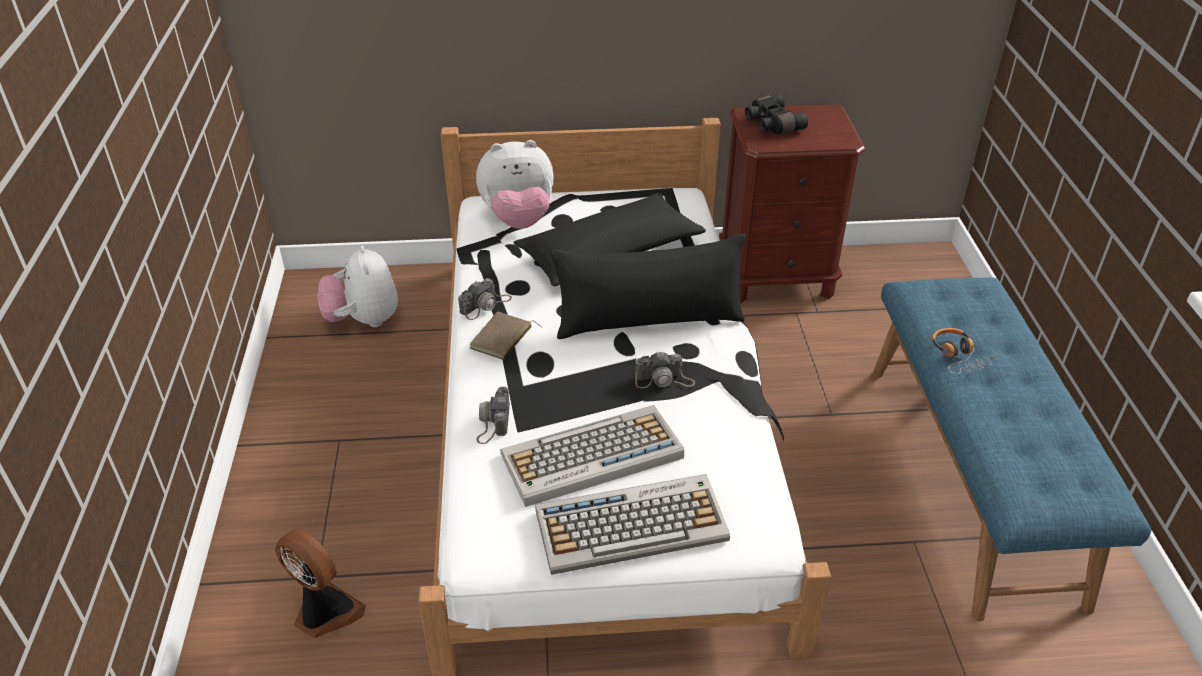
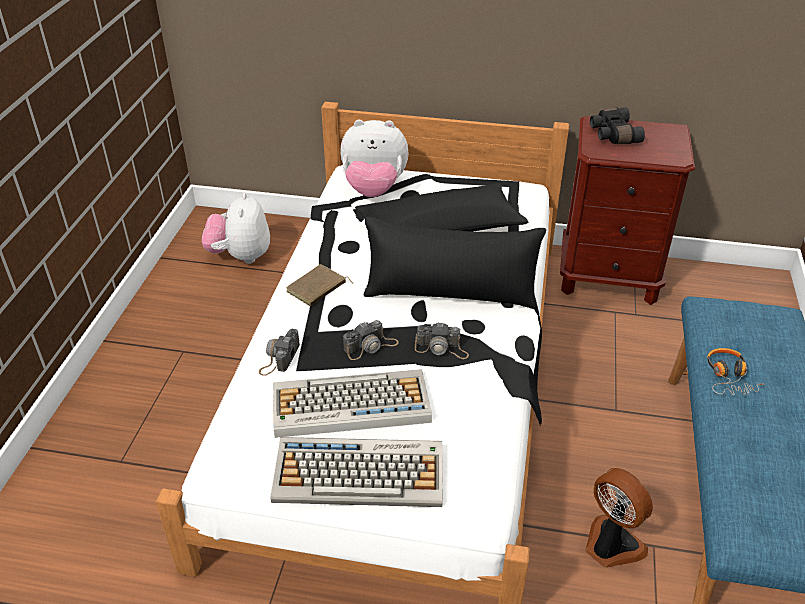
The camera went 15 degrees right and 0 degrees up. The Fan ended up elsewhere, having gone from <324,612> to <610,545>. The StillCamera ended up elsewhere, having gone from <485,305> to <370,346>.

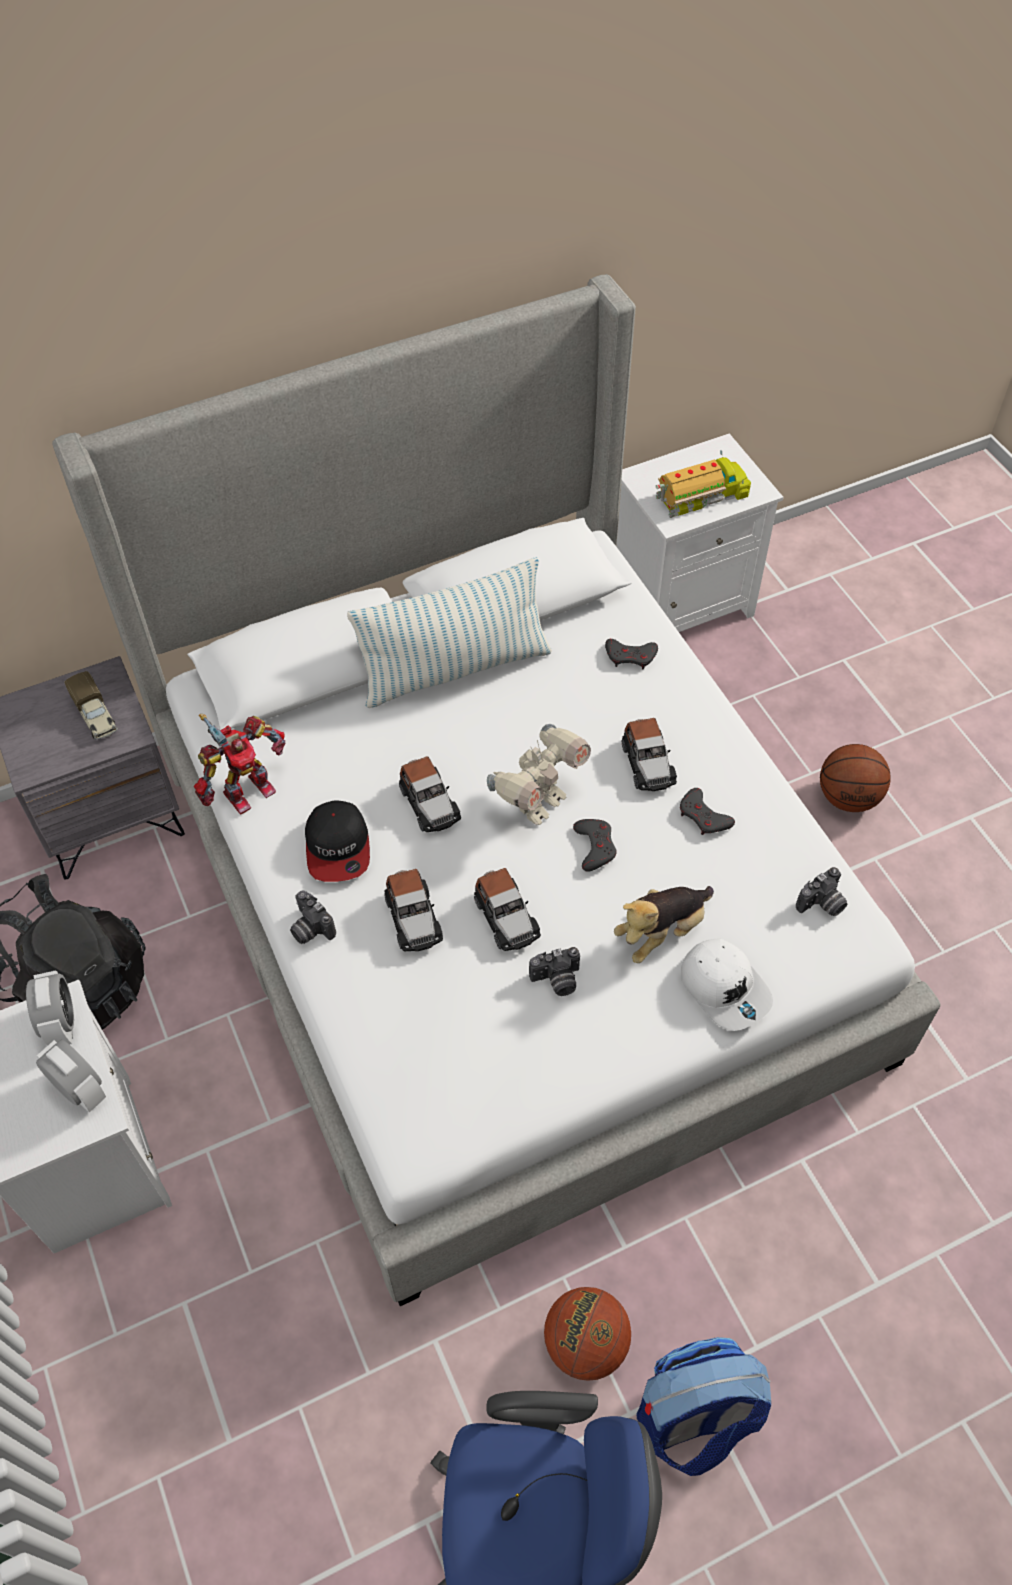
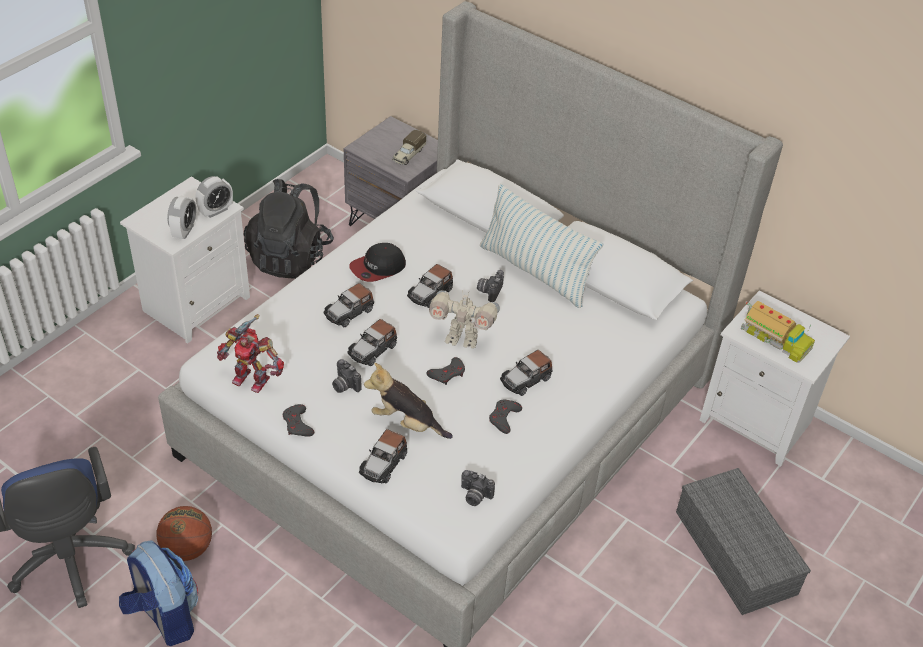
The camera went 60 degrees right and 10 degrees down. The second view lost the BallForBasketball at <848,797>. The second view gained the GreyishStorageBox at <733,551>. The RobotFigure ended up elsewhere, having gone from <247,790> to <252,378>. The StillCamera ended up elsewhere, having gone from <310,929> to <489,291>. The GreyishGamepad ended up elsewhere, having gone from <630,656> to <297,424>. Where the WhiteColouredBaseballCap stood at <725,987>, the ToyCar came to stand at <383,463>.

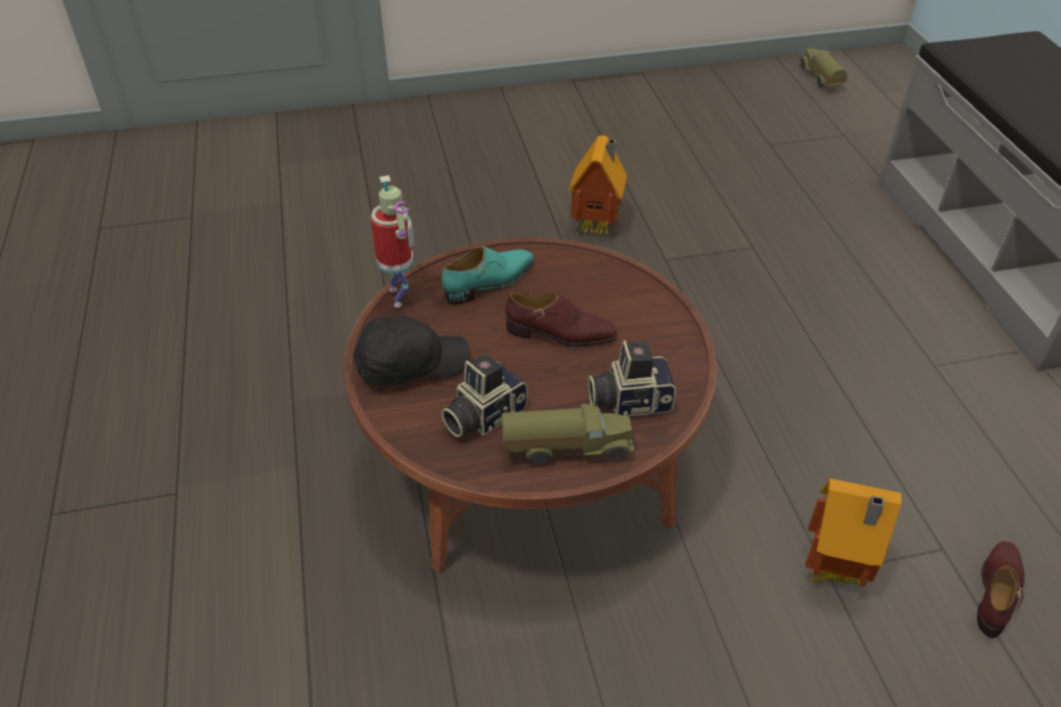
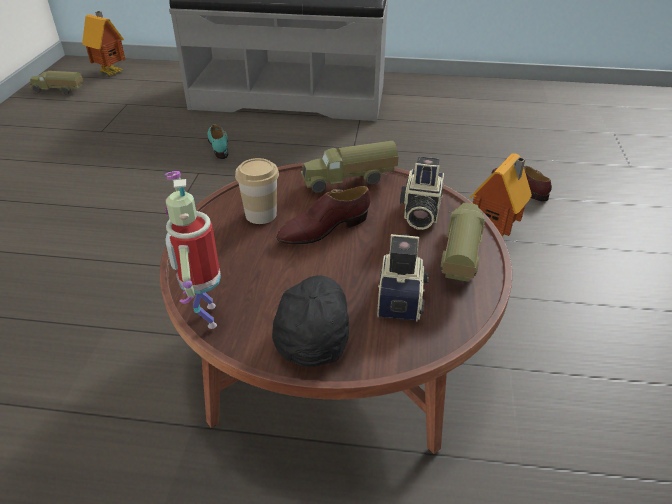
The camera went 70 degrees left and 5 degrees down. The second view gained the Cup at <261,214>. The second view gained the ModelTruck at <349,181>. The BlueGreenLowShoe ended up elsewhere, having gone from <490,282> to <219,145>. The ModelHouse ended up elsewhere, having gone from <598,227> to <112,72>. The RobotFigure at <400,297> ended up facing another way, 105 degrees counterclockwise from before. The StillCamera at <482,415> ended up facing another way, 150 degrees counterclockwise from before. The BrownLowShoe at <560,334> ended up facing another way, 150 degrees counterclockwise from before.

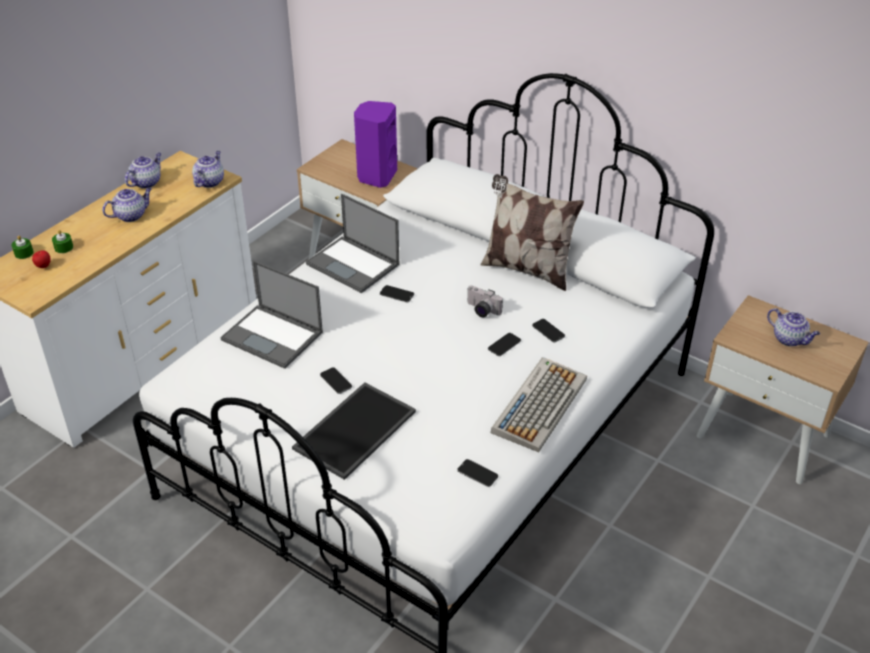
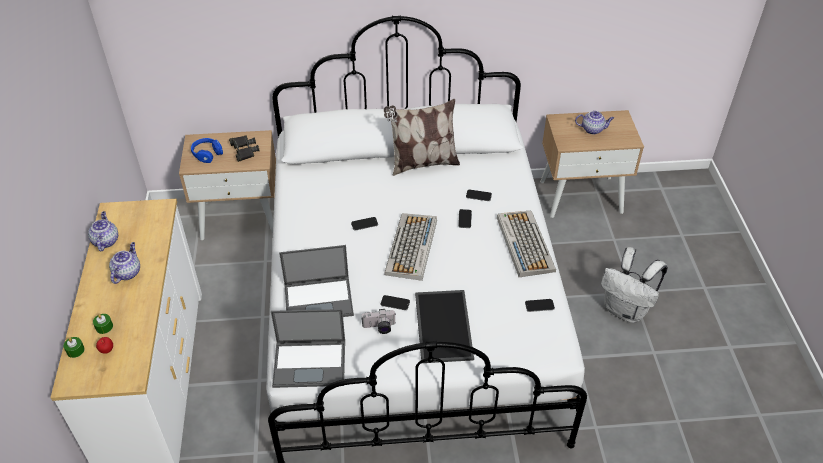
The camera went 40 degrees left and 5 degrees up. The second view lost the Teapot at <209,181>. The second view gained the BlueColouredHeadphones at <207,154>. The second view gained the Keyboard at <412,247>. The second view gained the WhiteColouredRucksack at <626,310>. The NotebookComputer ended up elsewhere, having gone from <354,264> to <310,363>. The StillCamera ended up elsewhere, having gone from <481,310> to <379,328>. Where the PurpleColouredLoudspeaker stood at <376,176>, the BlackishFieldGlasses came to stand at <244,150>.

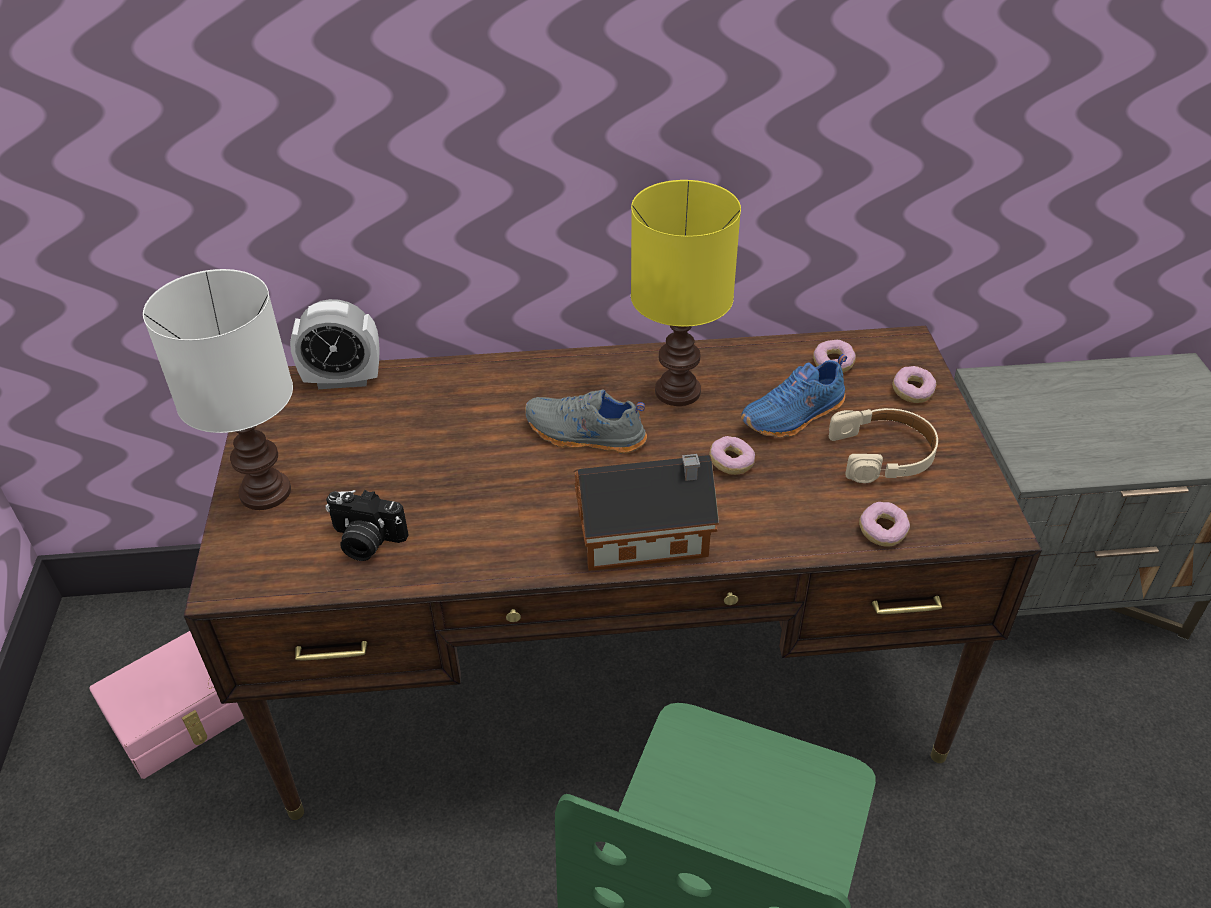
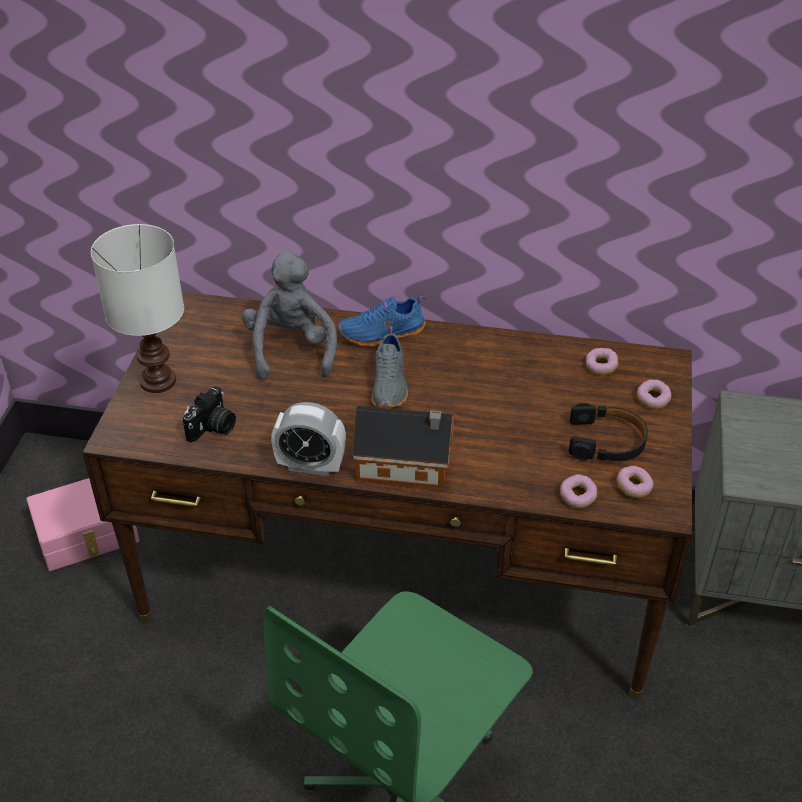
The camera went 15 degrees right and 0 degrees up. The second view lost the YellowTableLamp at <676,392>. The second view gained the GreyishPlushToy at <291,349>. The BedsideClock ended up elsewhere, having gone from <343,380> to <310,466>. The RingDoughnut ended up elsewhere, having gone from <731,463> to <633,487>. The BlueColouredLowShoe ended up elsewhere, having gone from <794,417> to <382,334>. What was the BeigeColouredHeadphones at <883,454> turned into the BlackishHeadphones at <606,442>. The StillCamera at <365,541> ended up facing another way, 90 degrees counterclockwise from before. The GreyishLowShoe at <584,436> ended up facing another way, 120 degrees counterclockwise from before.

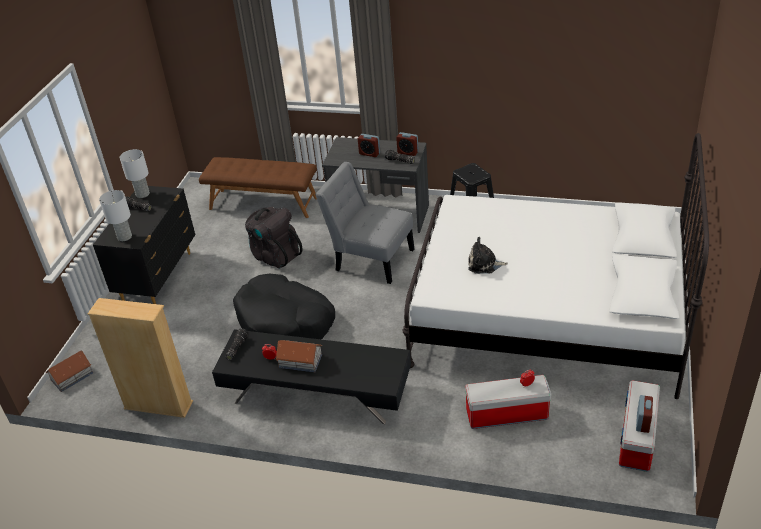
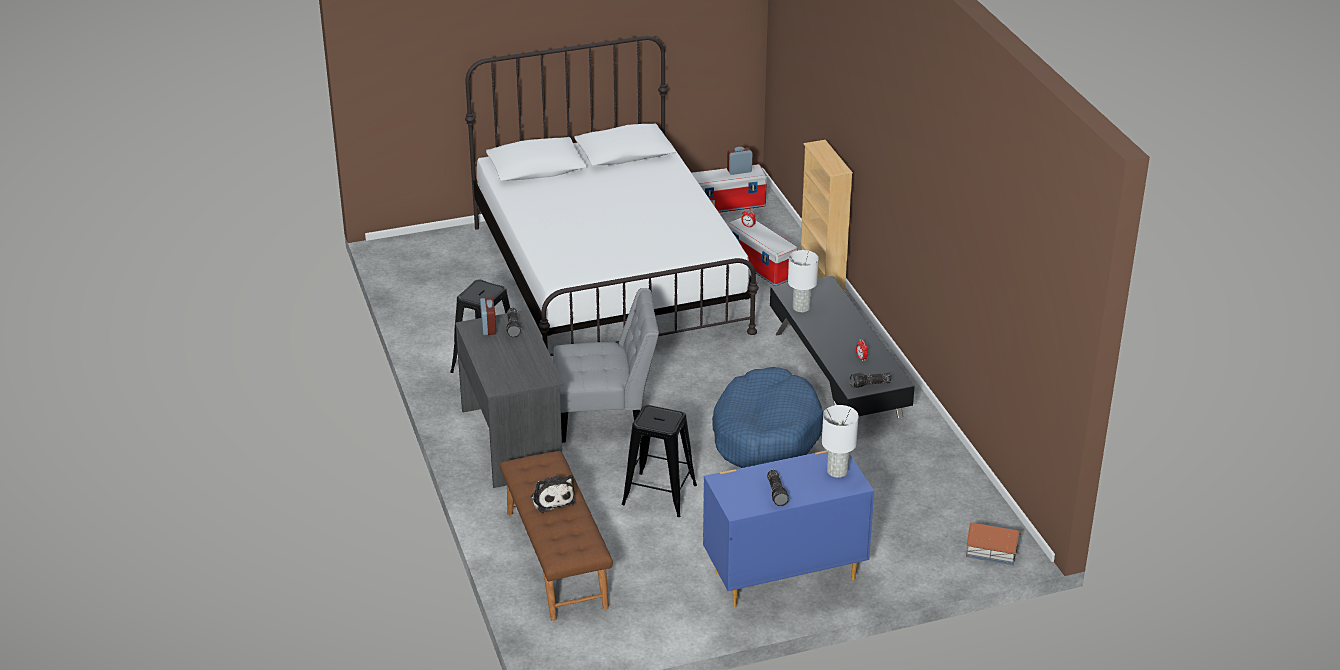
The camera went 125 degrees left and 5 degrees down. The second view lost the ModelHouse at <300,360>. The second view lost the BedsideClock at <369,153>. The BeigeColouredBookshelf ended up elsewhere, having gone from <158,405> to <821,277>. The WhiteColouredTableLamp ended up elsewhere, having gone from <142,194> to <801,308>. The PlushToy ended up elsewhere, having gone from <484,264> to <552,498>. Where the BlackishRucksack stood at <275,255>, the BlackishStool came to stand at <659,494>. What was the BlackishDrawerChest at <159,277> turned into the BlueColouredDrawerChest at <783,575>. What was the BlackishDogCushion at <285,322> turned into the BlueColouredDogCushion at <765,434>. The GreyishChair at <370,258> ended up facing another way, 90 degrees counterclockwise from before.

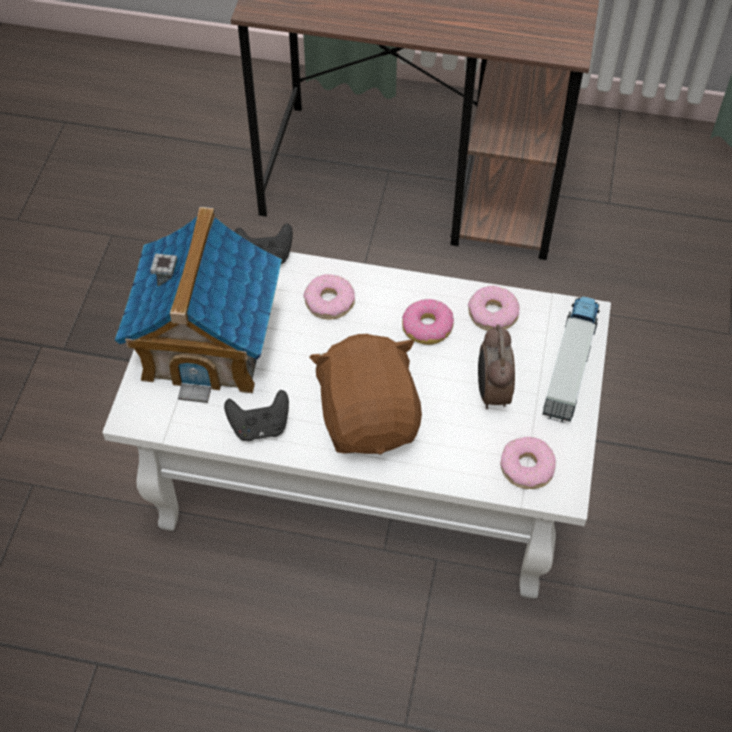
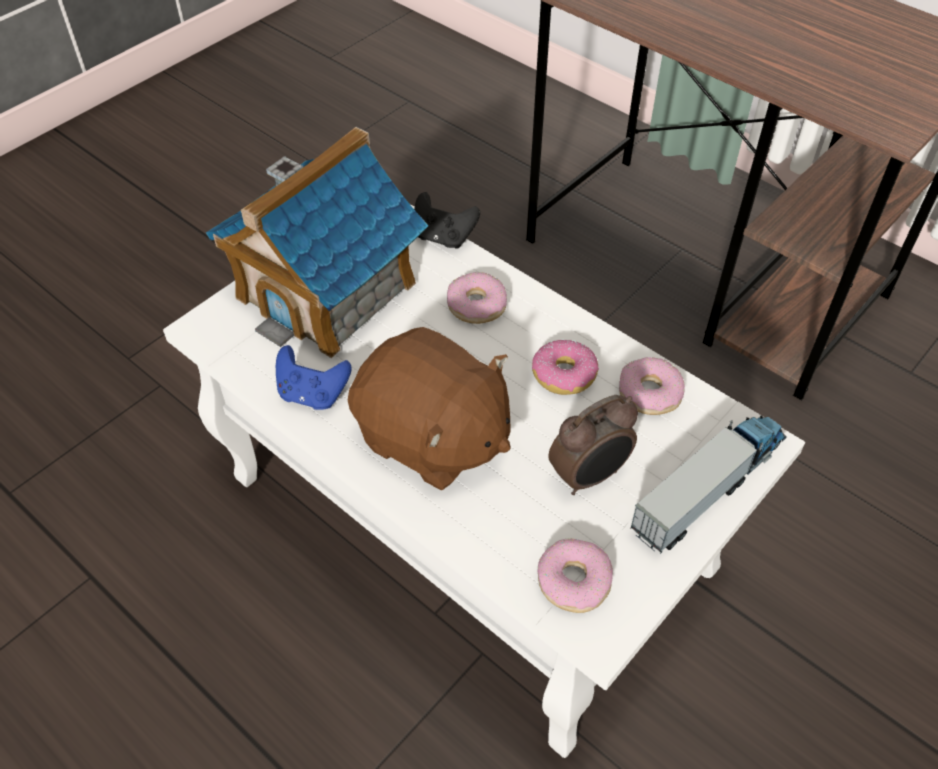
The camera went 30 degrees right and 5 degrees down. What was the BlackishGamepad at <260,427> turned into the BlueColouredGamepad at <313,394>. The BrownPlushToy at <369,418> ended up facing another way, 105 degrees clockwise from before. The BedsideClock at <491,392> ended up facing another way, 150 degrees counterclockwise from before.

